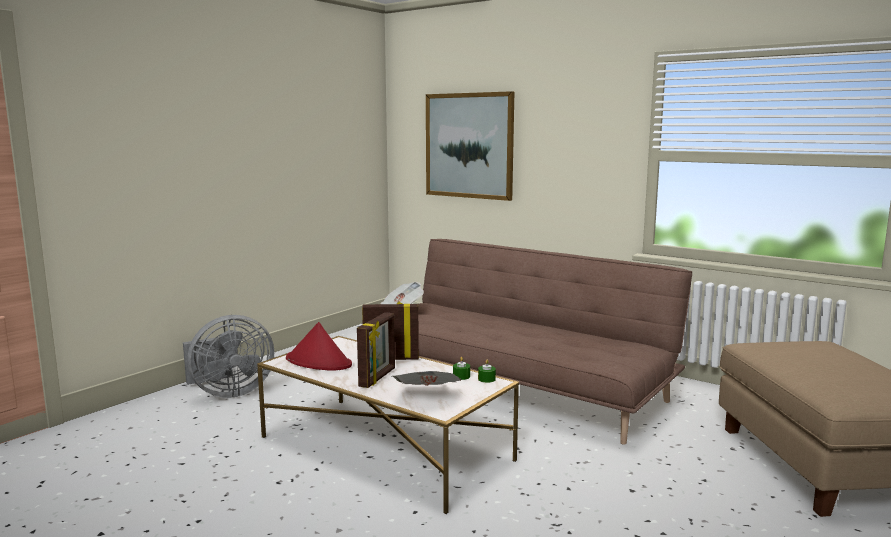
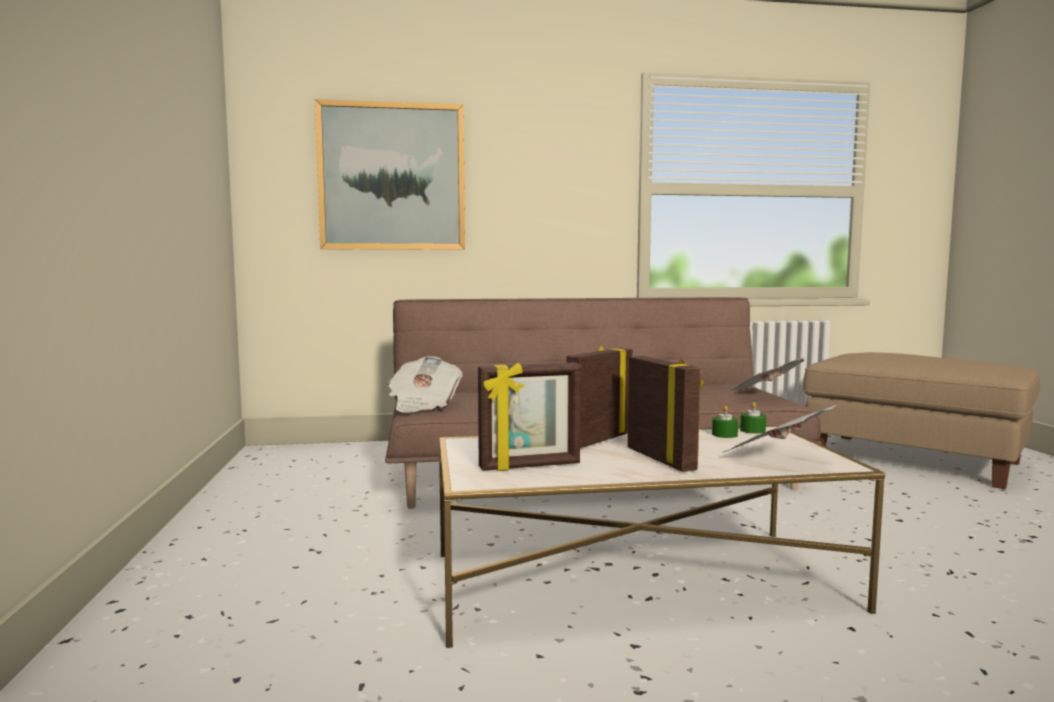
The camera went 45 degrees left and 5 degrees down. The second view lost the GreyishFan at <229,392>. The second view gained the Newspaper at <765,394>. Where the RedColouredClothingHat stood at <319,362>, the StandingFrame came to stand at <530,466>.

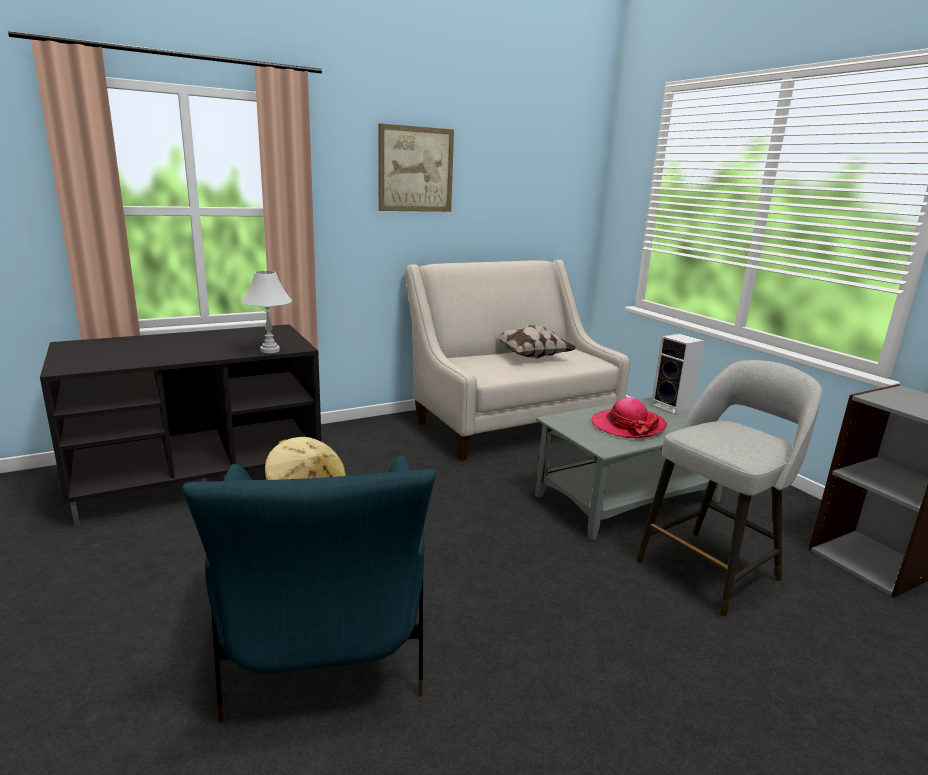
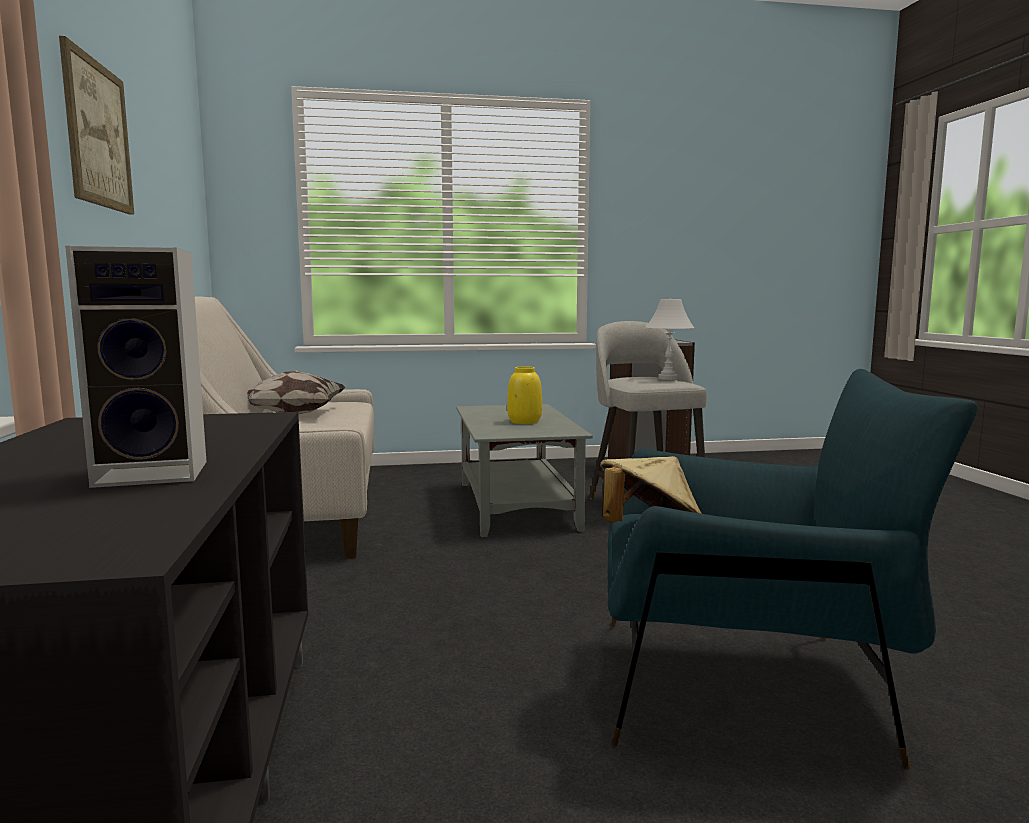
The camera went 70 degrees left and 10 degrees down. The WhiteColouredTableLamp ended up elsewhere, having gone from <270,350> to <667,378>. The Loudspeaker ended up elsewhere, having gone from <673,407> to <157,473>. Where the ClothingHat stood at <627,426>, the YellowFlowerVase came to stand at <524,421>.

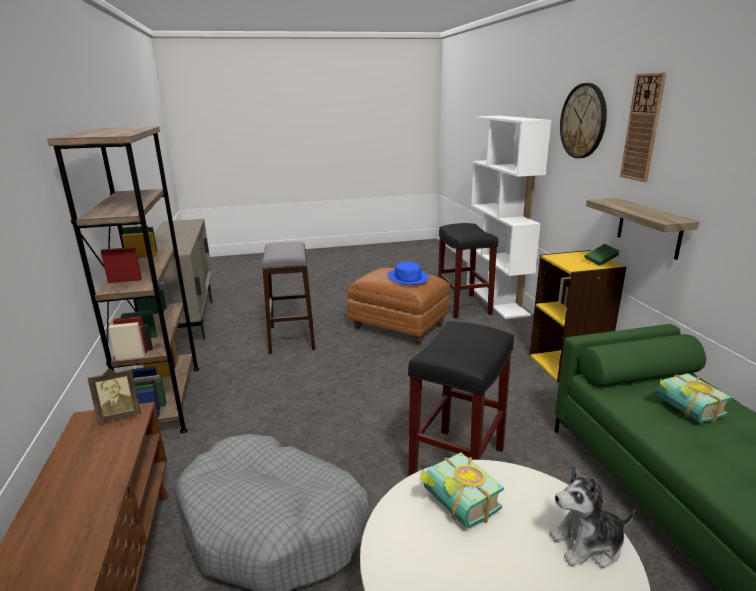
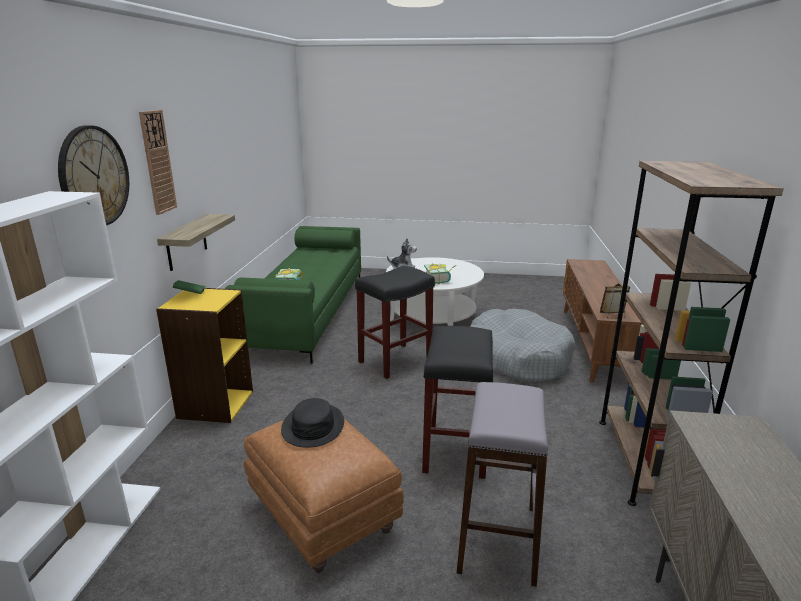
The camera went 160 degrees left and 0 degrees up. The BlackishStool ended up elsewhere, having gone from <463,306> to <456,451>. What was the BlueColouredClothingHat at <408,277> turned into the BlackishClothingHat at <312,426>.

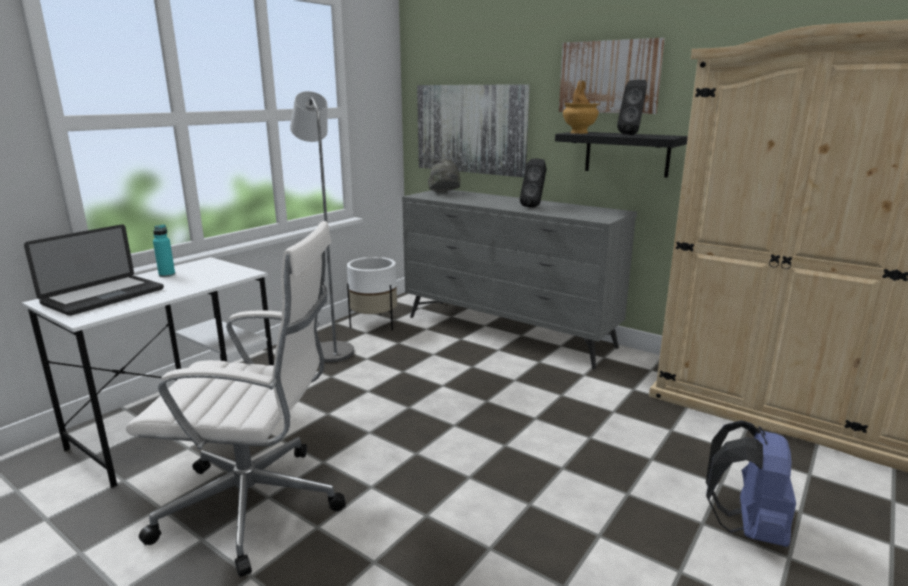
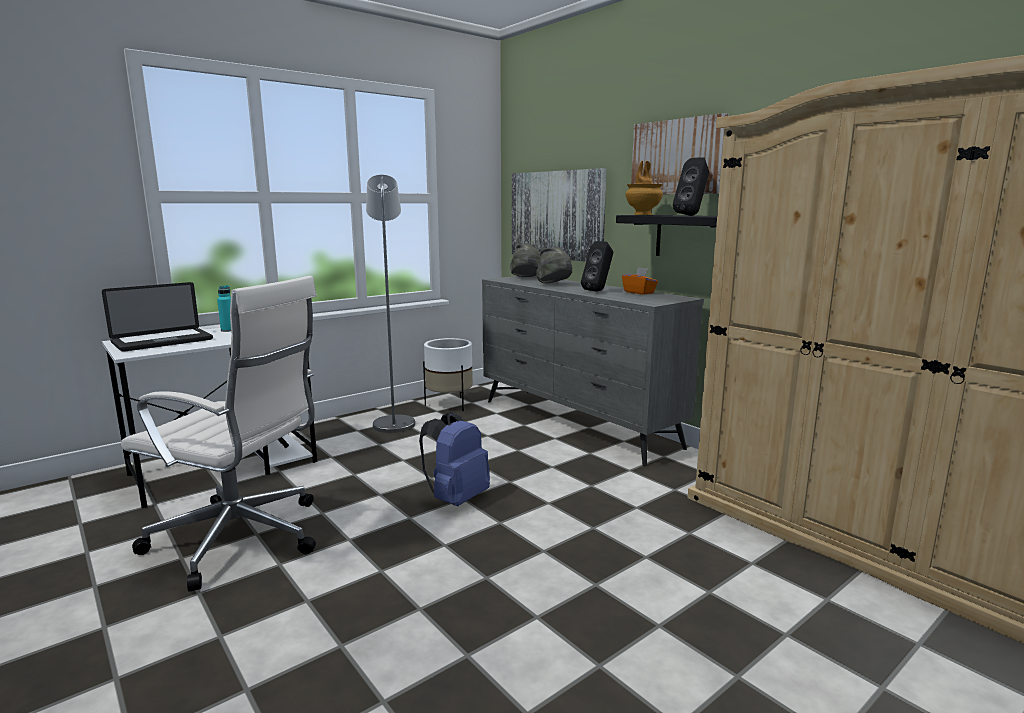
The camera went 15 degrees right and 5 degrees down. The second view gained the GreyishClothingHat at <554,284>. The second view gained the OrangeBoxOfTissues at <639,292>. The BlueColouredRucksack ended up elsewhere, having gone from <747,527> to <456,499>.

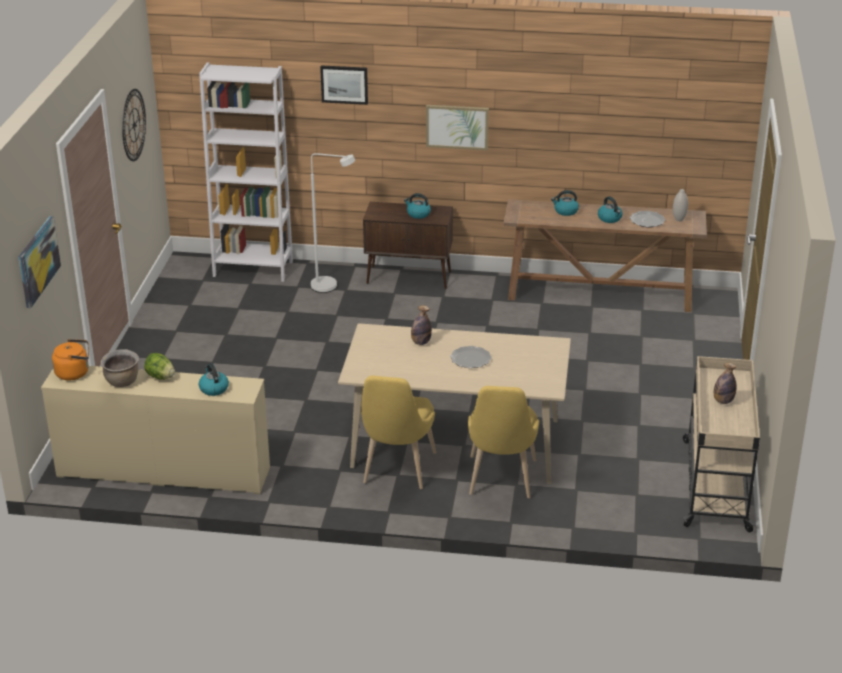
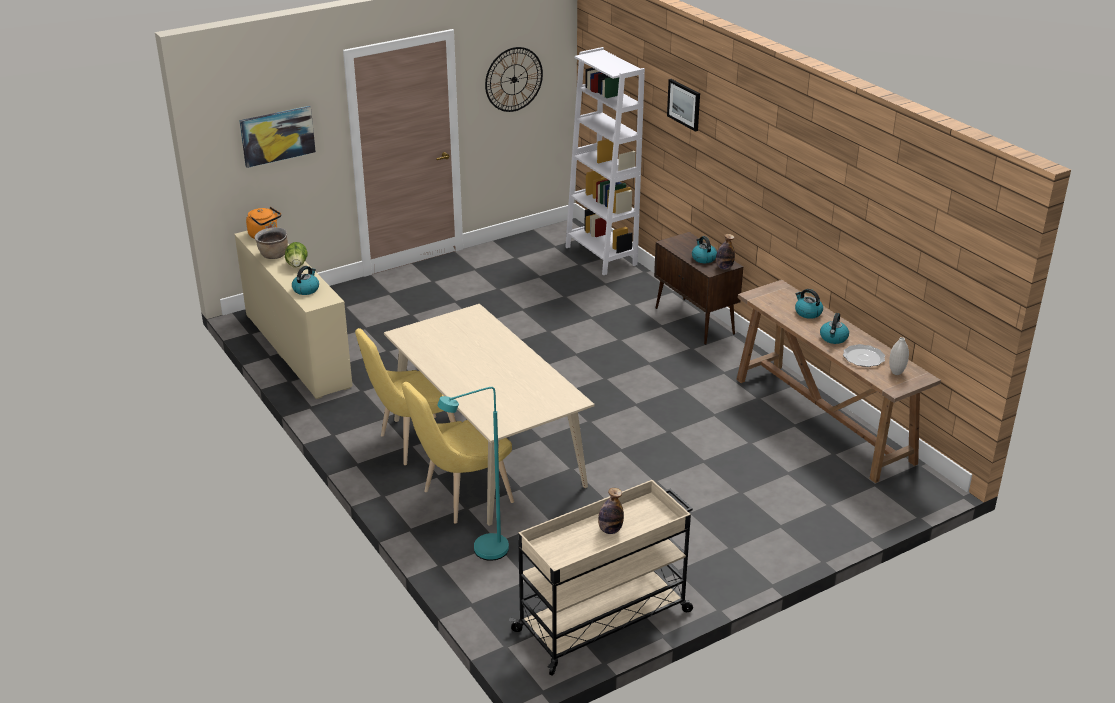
The camera went 50 degrees right and 0 degrees up. The second view lost the WhiteColouredFloorLamp at <331,287>. The second view lost the WallPicture at <457,126>. The second view lost the Plate at <470,359>. The second view gained the BlueGreenFloorLamp at <482,552>. The DrinkBottle ended up elsewhere, having gone from <421,342> to <724,267>.

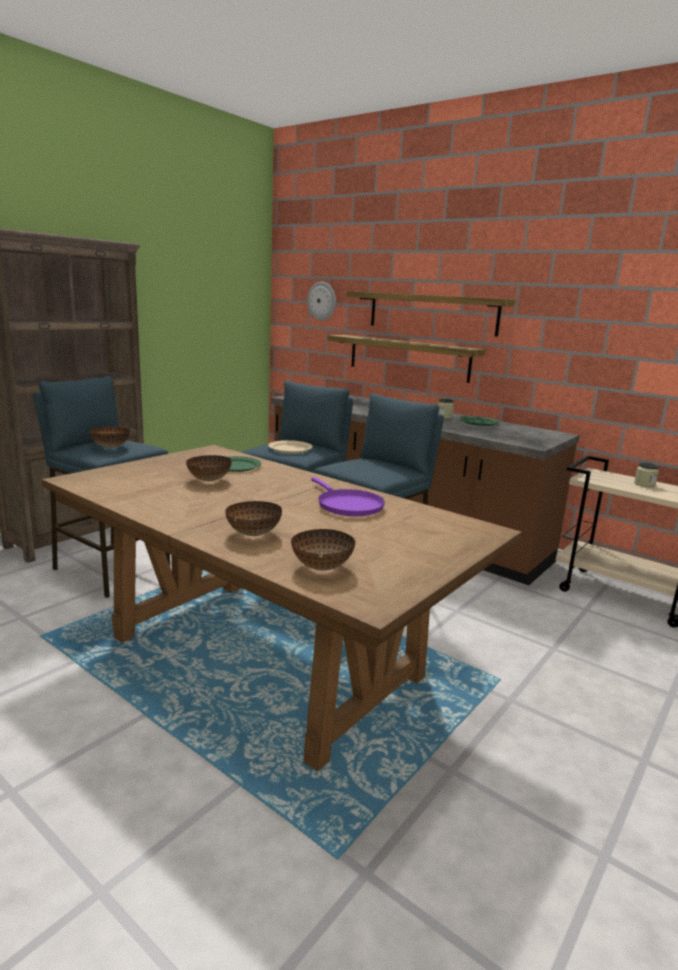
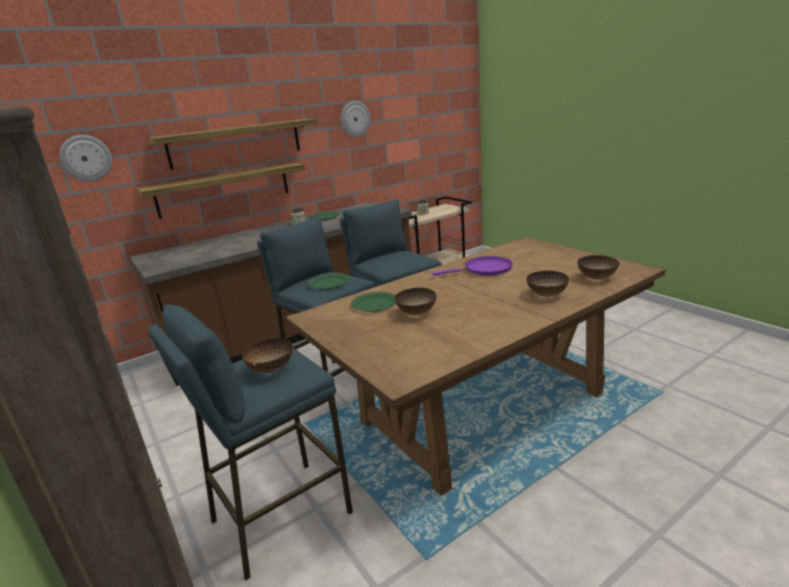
The camera went 70 degrees left and 5 degrees up. The second view gained the HangingClock at <355,119>. What was the BeigeColouredPlate at <290,448> turned into the GreenishPlate at <328,283>.

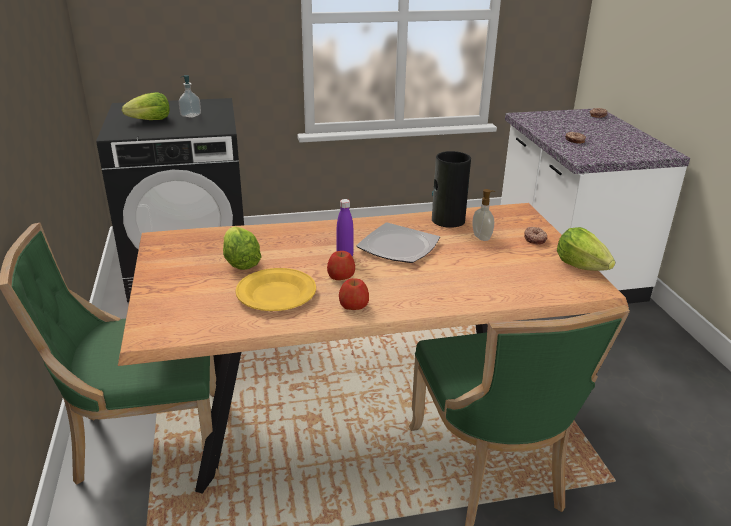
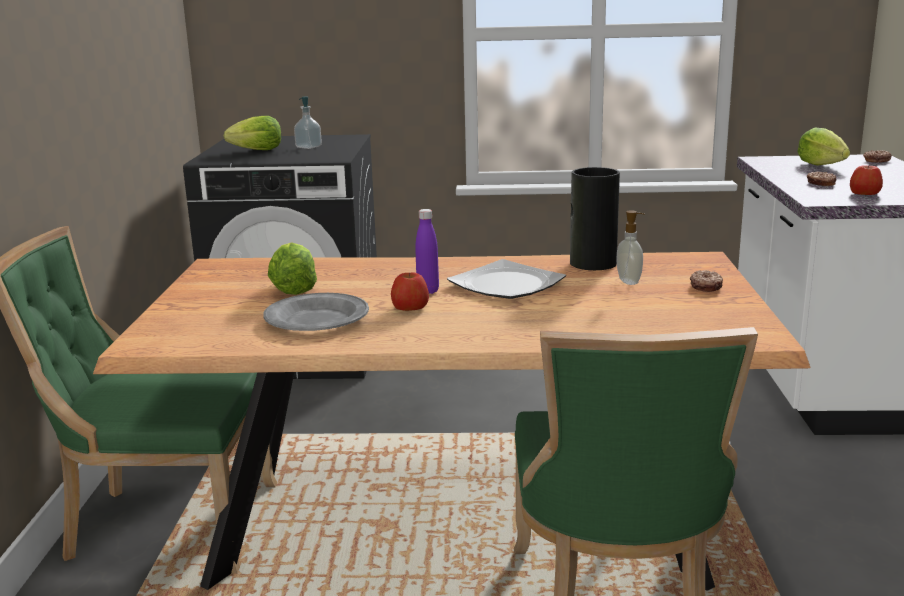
The camera went 15 degrees right and 10 degrees down. The WholeApple ended up elsewhere, having gone from <353,305> to <864,193>. The LettuceHead ended up elsewhere, having gone from <581,266> to <821,165>. What was the YellowPlate at <277,294> turned into the GreyishPlate at <317,319>.

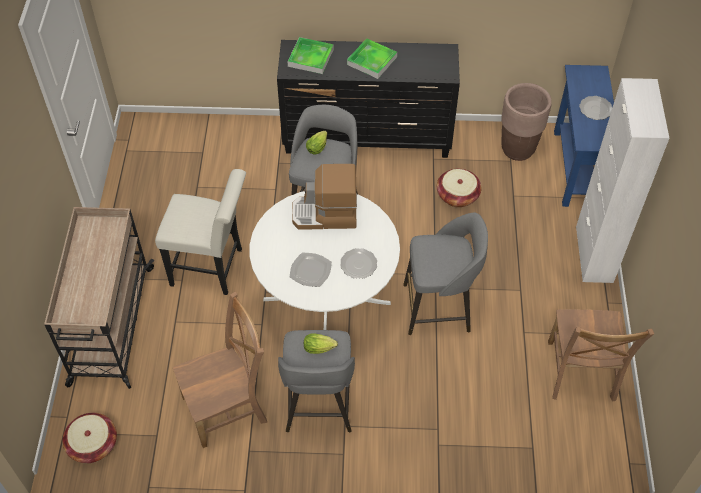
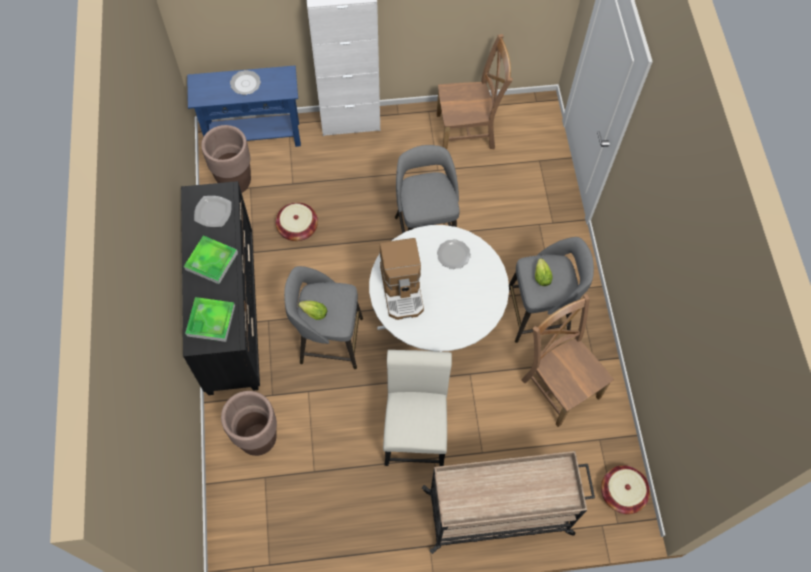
The camera went 100 degrees left and 10 degrees up. The second view gained the BrownFlowerPot at <258,439>. The Plate ended up elsewhere, having gone from <310,271> to <213,212>.

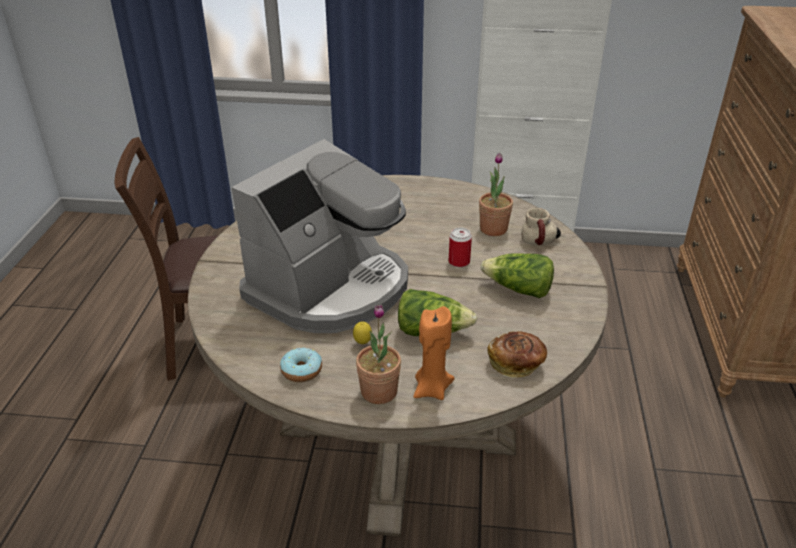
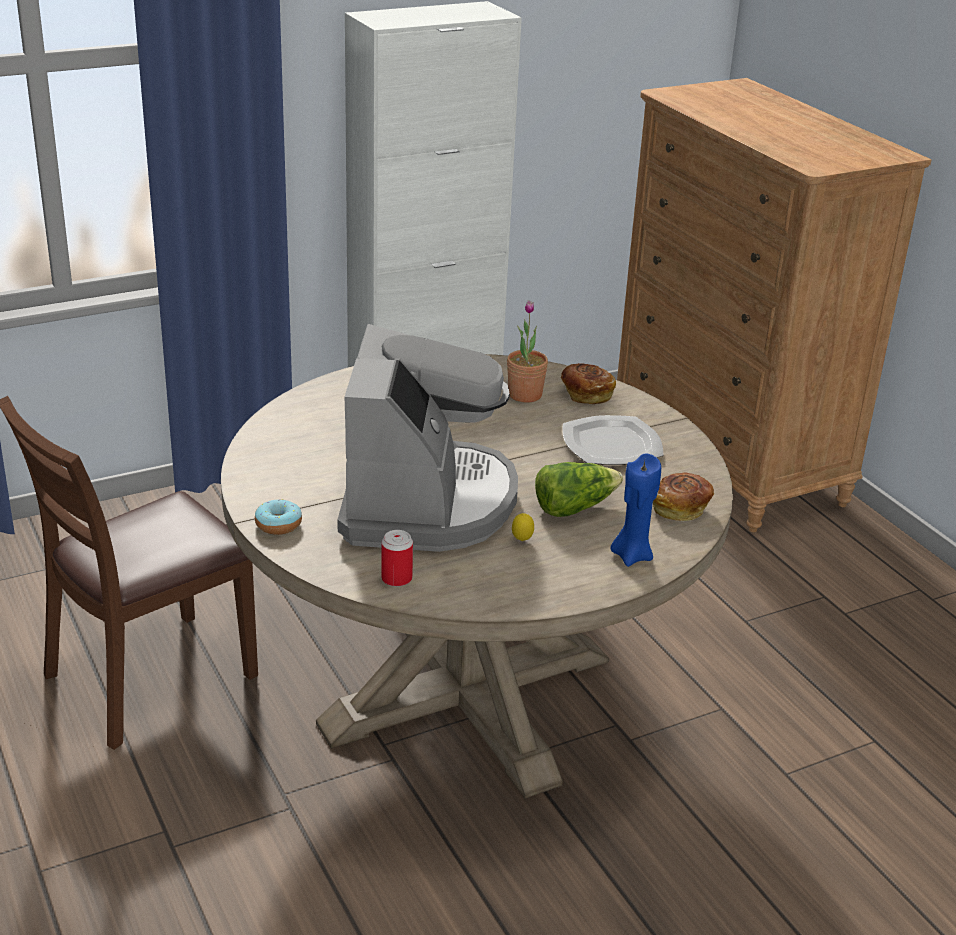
The camera went 35 degrees left and 5 degrees down. The second view lost the PottedPlant at <379,391>. The RingDoughnut ended up elsewhere, having gone from <301,370> to <278,524>. The Can ended up elsewhere, having gone from <459,262> to <396,579>. Where the LettuceHead stood at <518,289>, the Plate came to stand at <612,445>. Where the CoffeeMug stood at <541,242>, the Bread came to stand at <586,394>. What was the OrangeWaxLight at <431,389> turned into the BlueColouredWaxLight at <632,555>.

